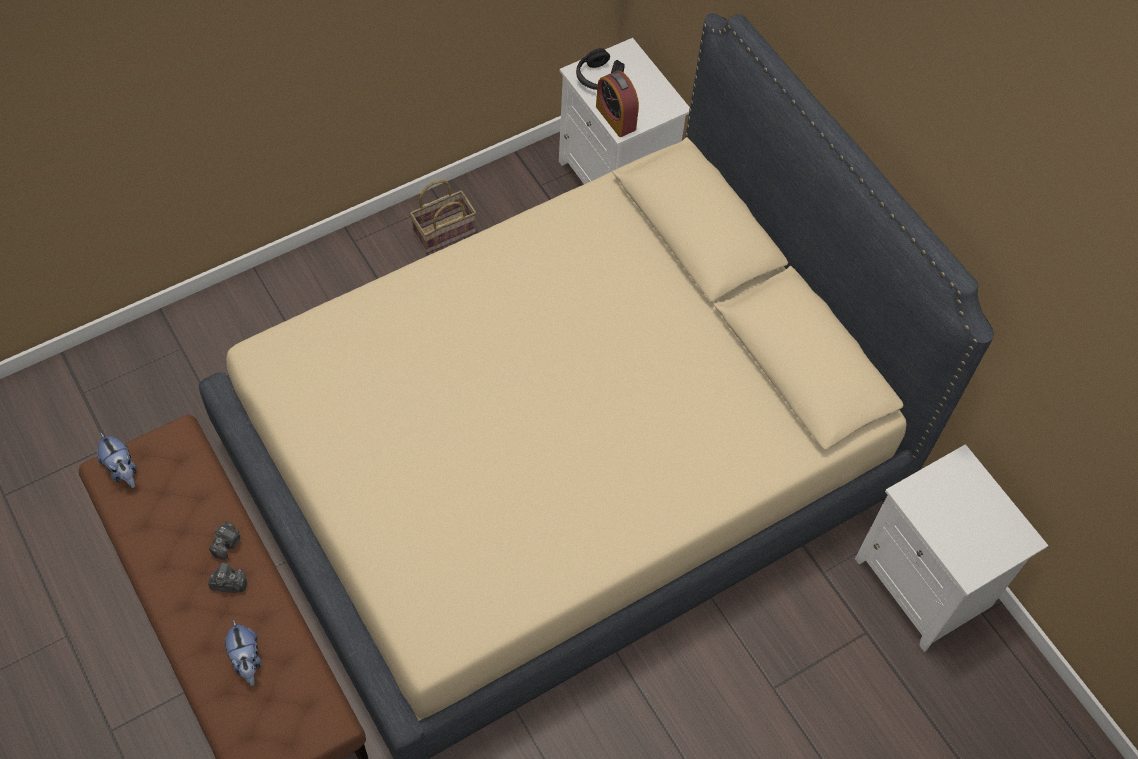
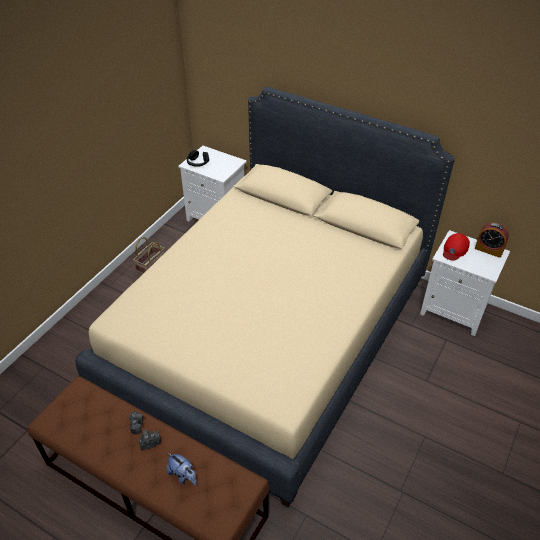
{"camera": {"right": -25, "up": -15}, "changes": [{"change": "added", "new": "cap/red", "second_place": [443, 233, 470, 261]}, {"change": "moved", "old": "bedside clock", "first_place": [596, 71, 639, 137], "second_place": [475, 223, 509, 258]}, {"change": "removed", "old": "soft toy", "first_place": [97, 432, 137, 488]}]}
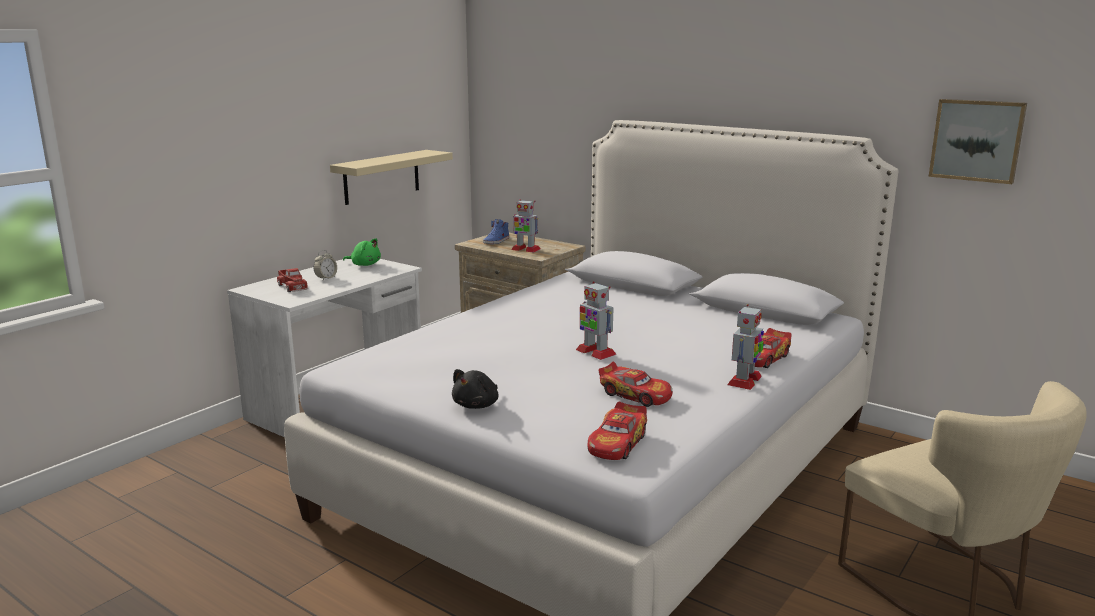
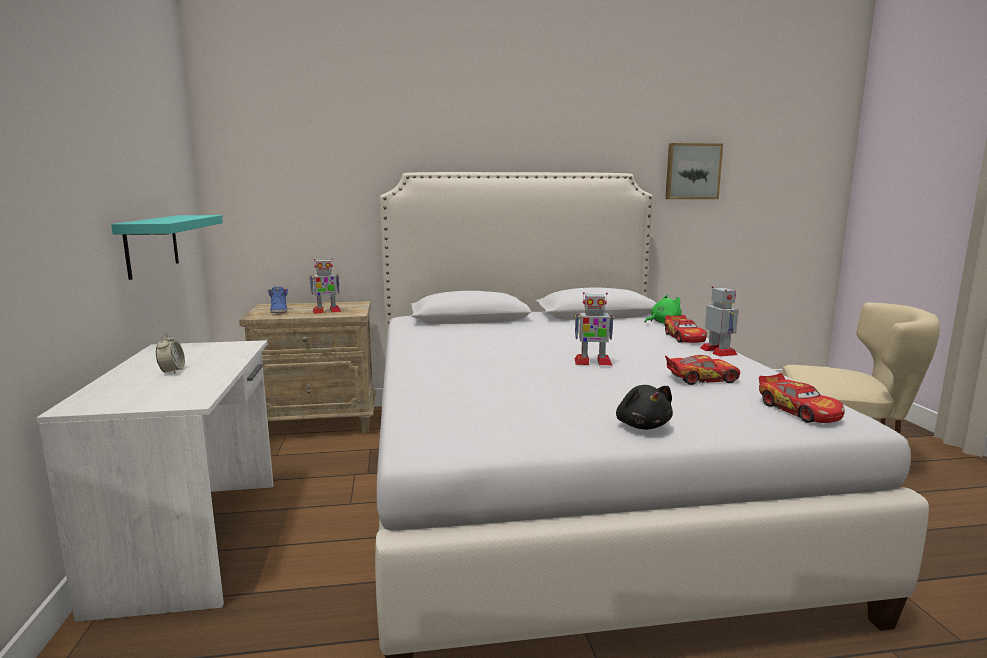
{"camera": {"right": -45, "up": -5}, "changes": [{"change": "recoloured", "old": "bracket shelf/beige", "new": "bracket shelf/blue-green", "first_place": [330, 150, 453, 205], "second_place": [111, 215, 223, 280]}, {"change": "moved", "old": "soft toy/green-coloured", "first_place": [343, 238, 381, 266], "second_place": [645, 295, 682, 323]}, {"change": "removed", "old": "model truck", "first_place": [277, 268, 308, 292]}]}
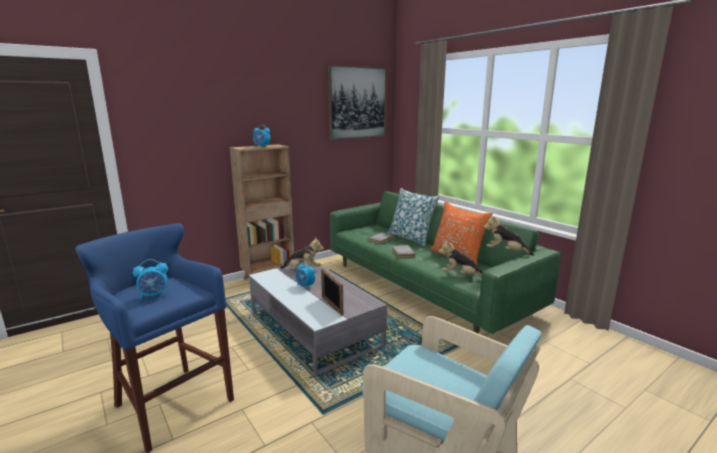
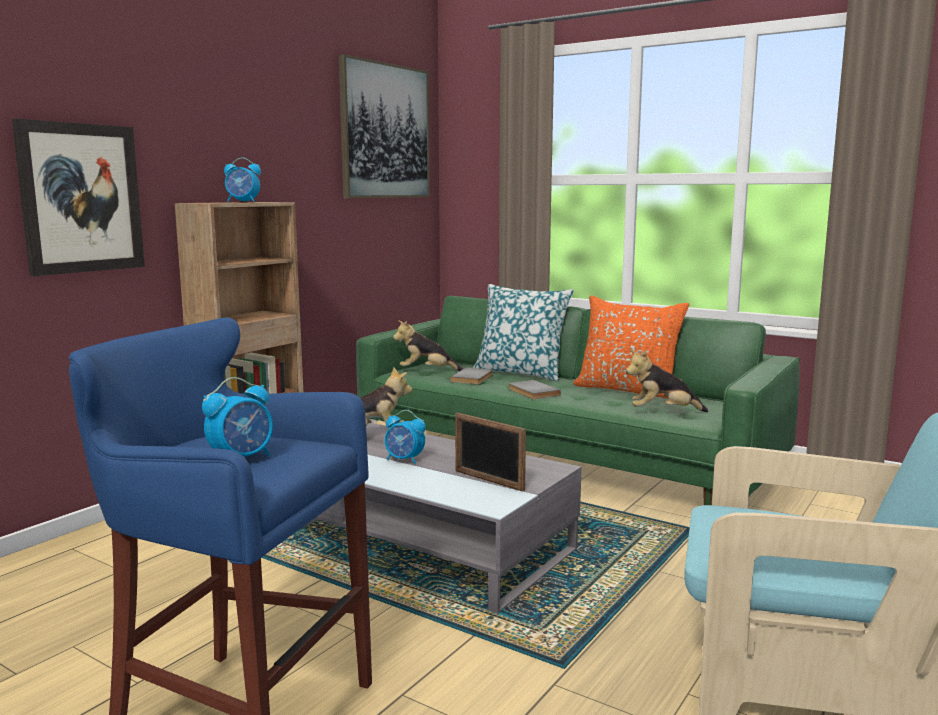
{"camera": {"right": -20, "up": -5}, "changes": [{"change": "added", "new": "wall picture", "second_place": [12, 118, 145, 276]}, {"change": "moved", "old": "soft toy", "first_place": [483, 215, 534, 256], "second_place": [393, 320, 463, 371]}]}
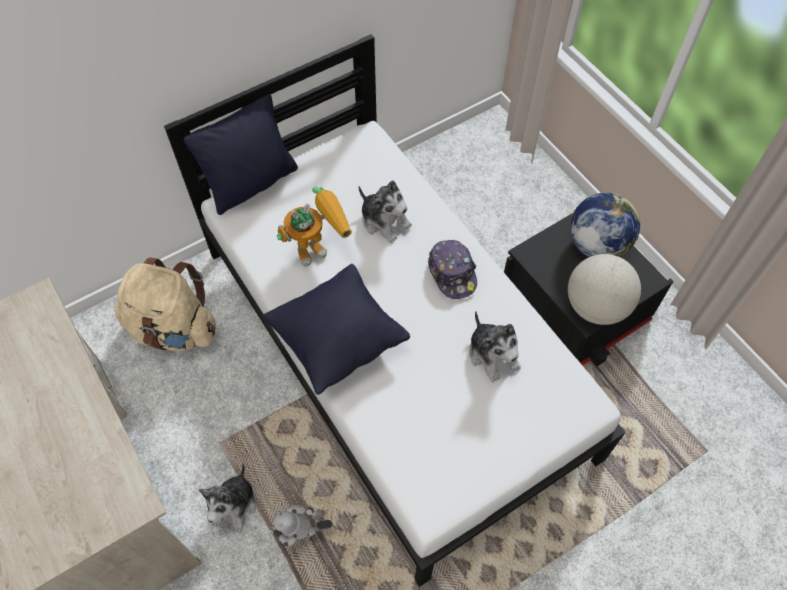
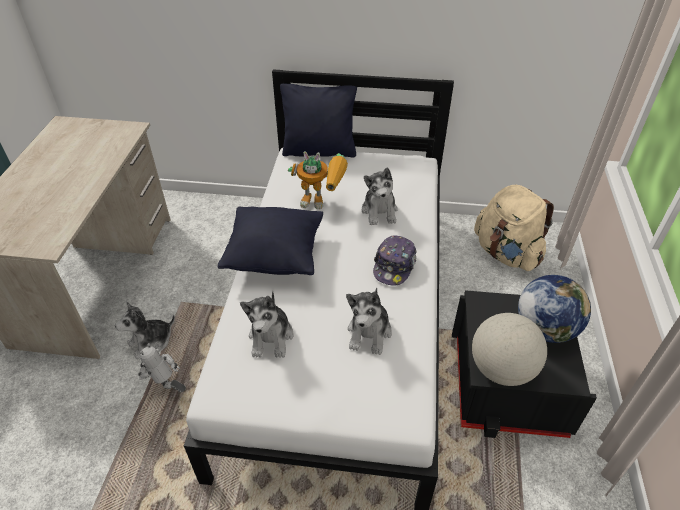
{"camera": {"right": 40, "up": -15}, "changes": [{"change": "added", "new": "soft toy", "second_place": [240, 291, 294, 358]}, {"change": "moved", "old": "knapsack/beige", "first_place": [114, 257, 216, 351], "second_place": [474, 185, 554, 271]}]}
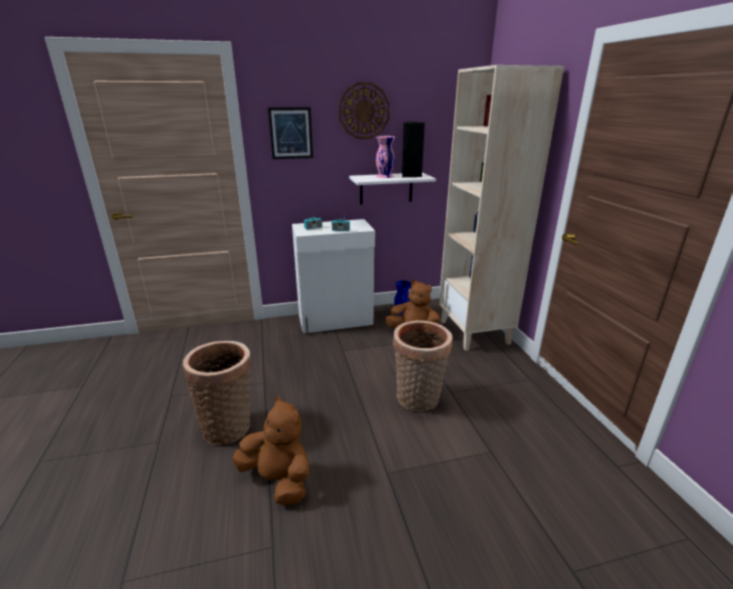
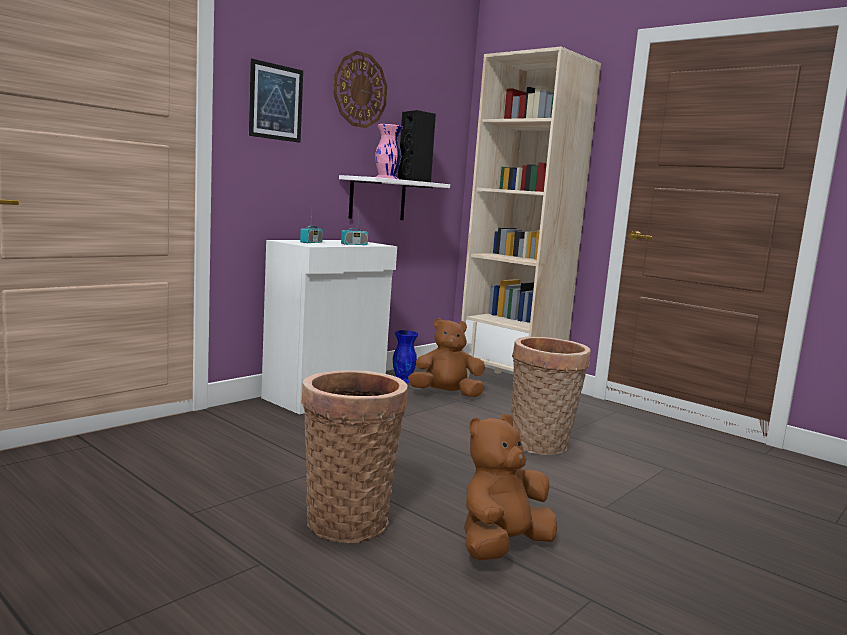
{"camera": {"right": -35, "up": -15}, "changes": [{"change": "turned", "old": "soft toy/brown-coloured", "first_place": [232, 397, 310, 506], "second_place": [464, 414, 557, 560], "degrees": -45}]}
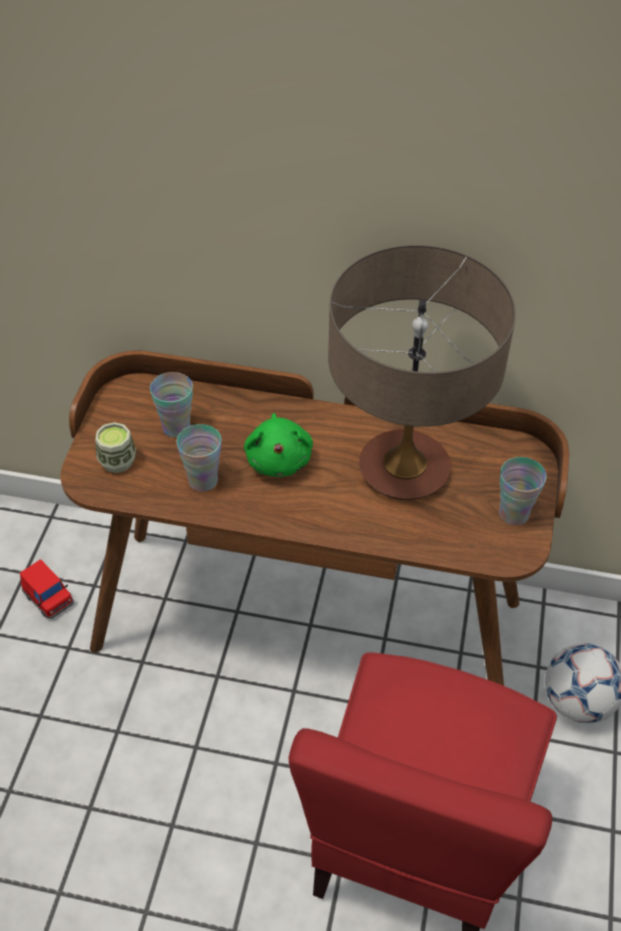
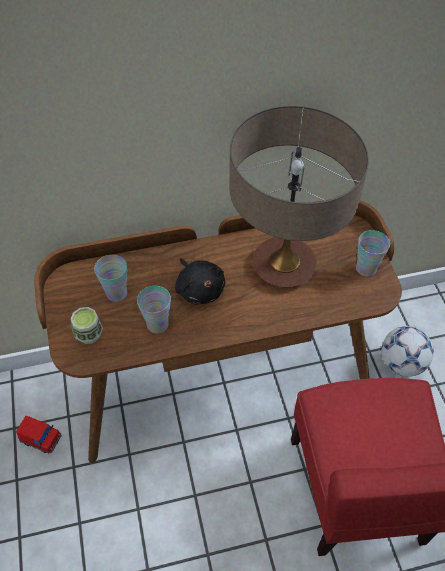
{"camera": {"right": -25, "up": 5}, "changes": [{"change": "recoloured", "old": "soft toy/green-coloured", "new": "soft toy/black-coloured", "first_place": [244, 413, 313, 477], "second_place": [175, 258, 225, 305]}]}
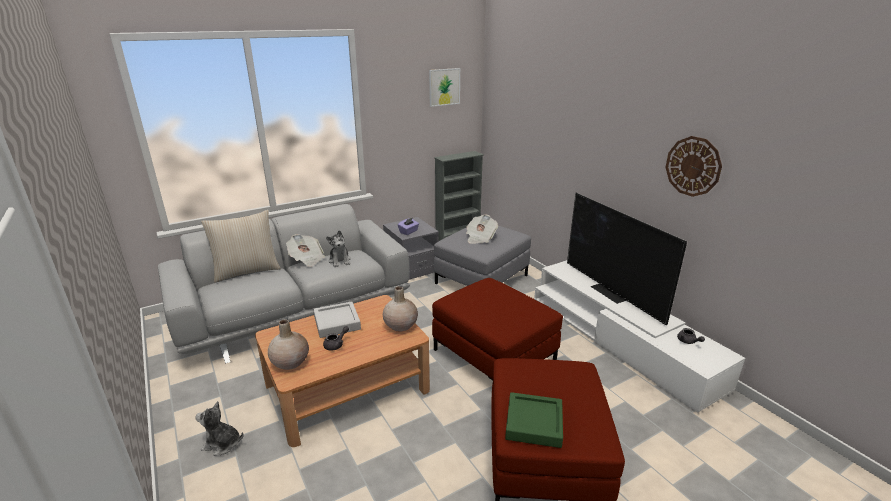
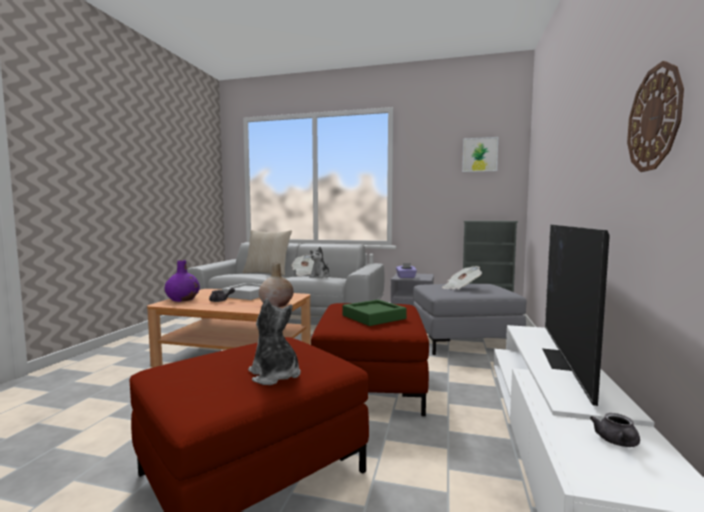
{"camera": {"right": 45, "up": -20}, "changes": [{"change": "recoloured", "old": "flower vase/beige", "new": "flower vase/purple-coloured", "first_place": [268, 319, 309, 370], "second_place": [165, 260, 200, 302]}, {"change": "moved", "old": "soft toy", "first_place": [195, 401, 243, 456], "second_place": [248, 298, 301, 385]}, {"change": "moved", "old": "serving tray/green-coloured", "first_place": [505, 392, 563, 448], "second_place": [343, 300, 407, 326]}]}
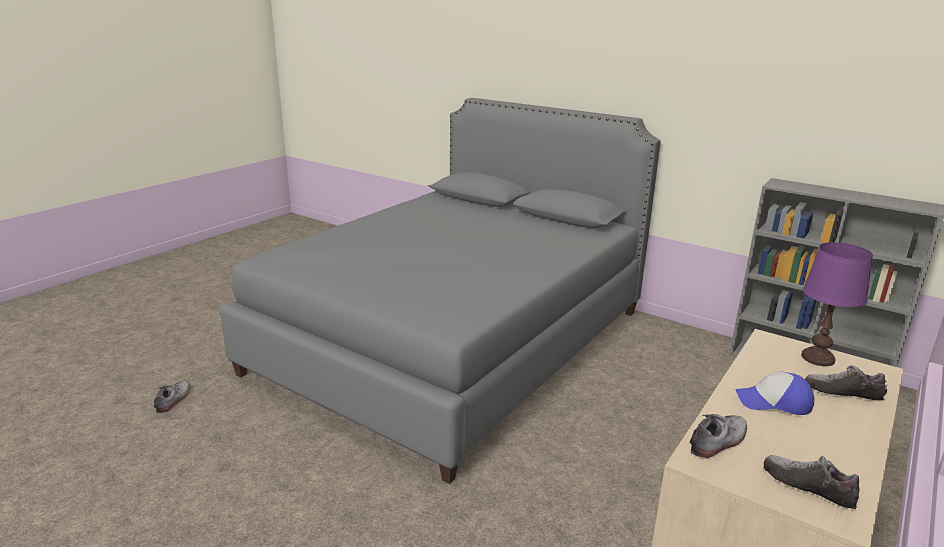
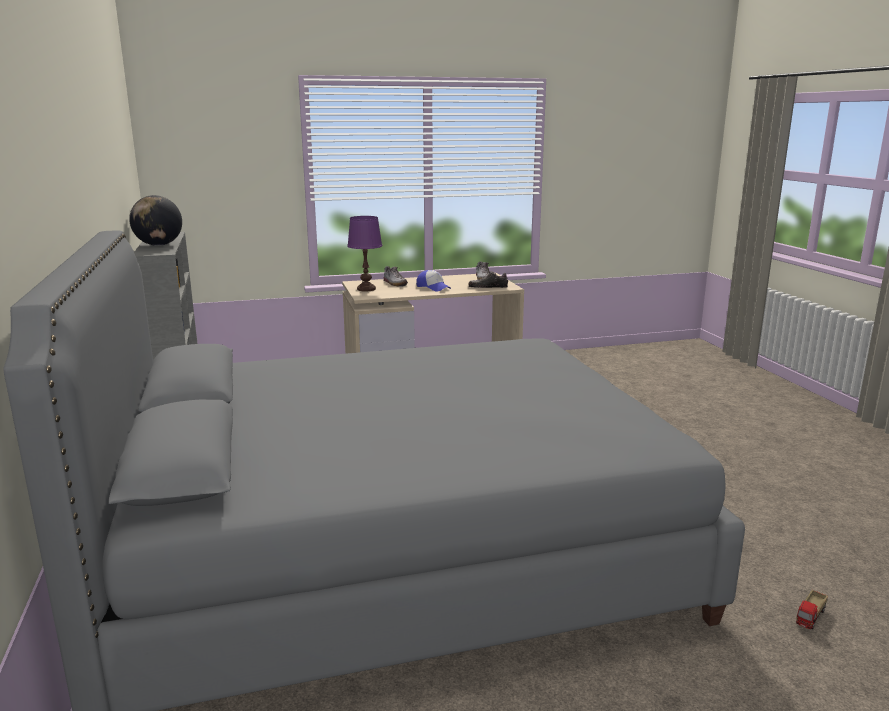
{"camera": {"right": -140, "up": -5}, "changes": [{"change": "added", "new": "desk globe", "second_place": [129, 195, 182, 246]}, {"change": "replaced", "old": "item of footwear", "new": "model truck", "first_place": [154, 380, 190, 413], "second_place": [796, 590, 828, 629]}]}
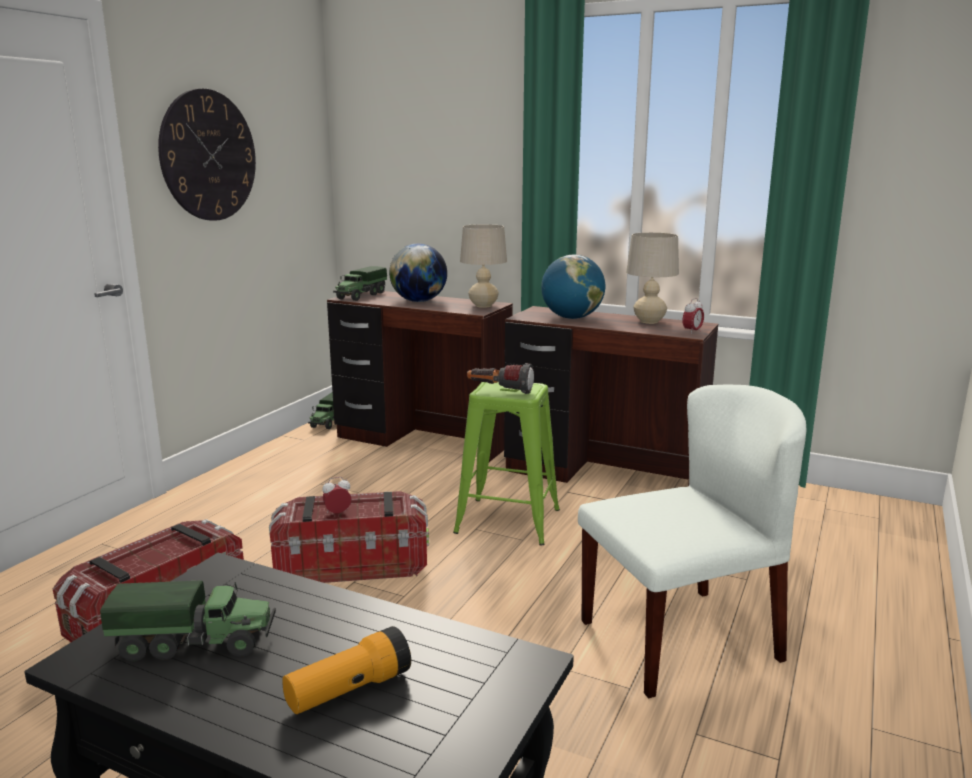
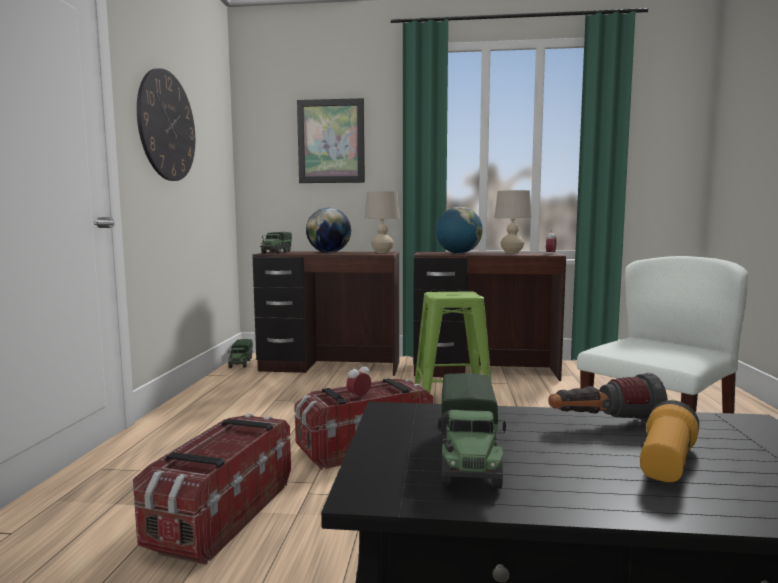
{"camera": {"right": -20, "up": -10}, "changes": [{"change": "added", "new": "wall picture", "second_place": [297, 98, 365, 183]}, {"change": "turned", "old": "model truck", "first_place": [100, 580, 276, 661], "second_place": [437, 373, 506, 488], "degrees": 120}, {"change": "moved", "old": "torch", "first_place": [467, 363, 534, 394], "second_place": [549, 373, 668, 423]}]}
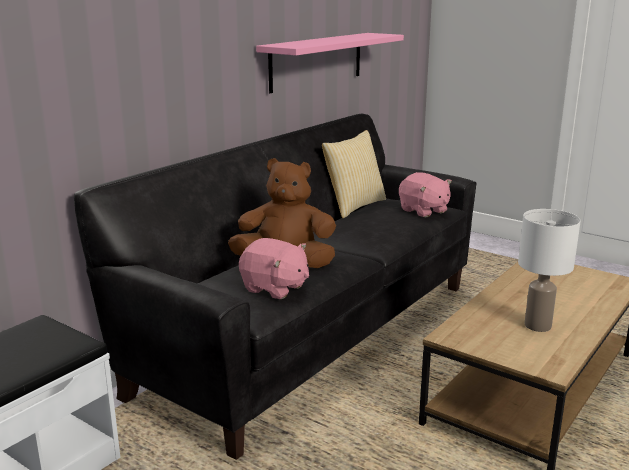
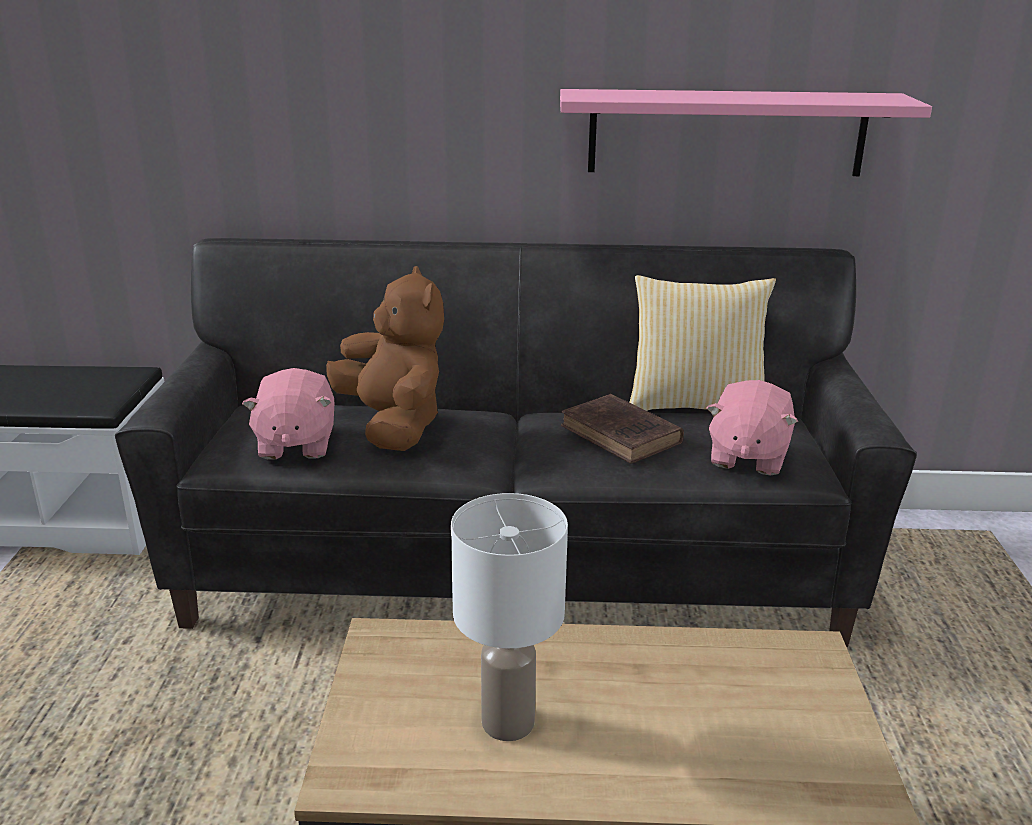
{"camera": {"right": 55, "up": 5}, "changes": [{"change": "added", "new": "book/brown-coloured", "second_place": [561, 394, 684, 464]}]}
